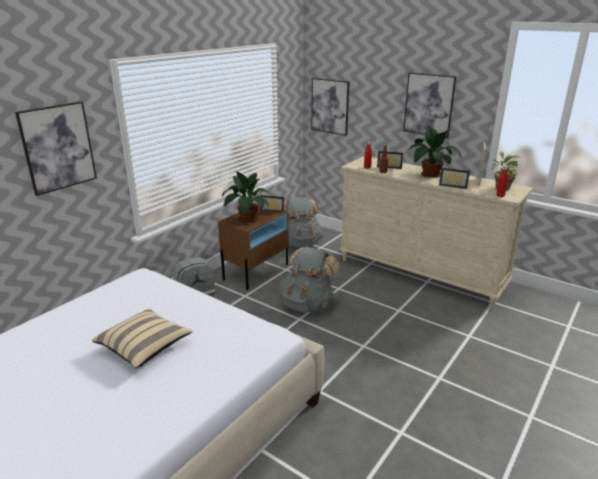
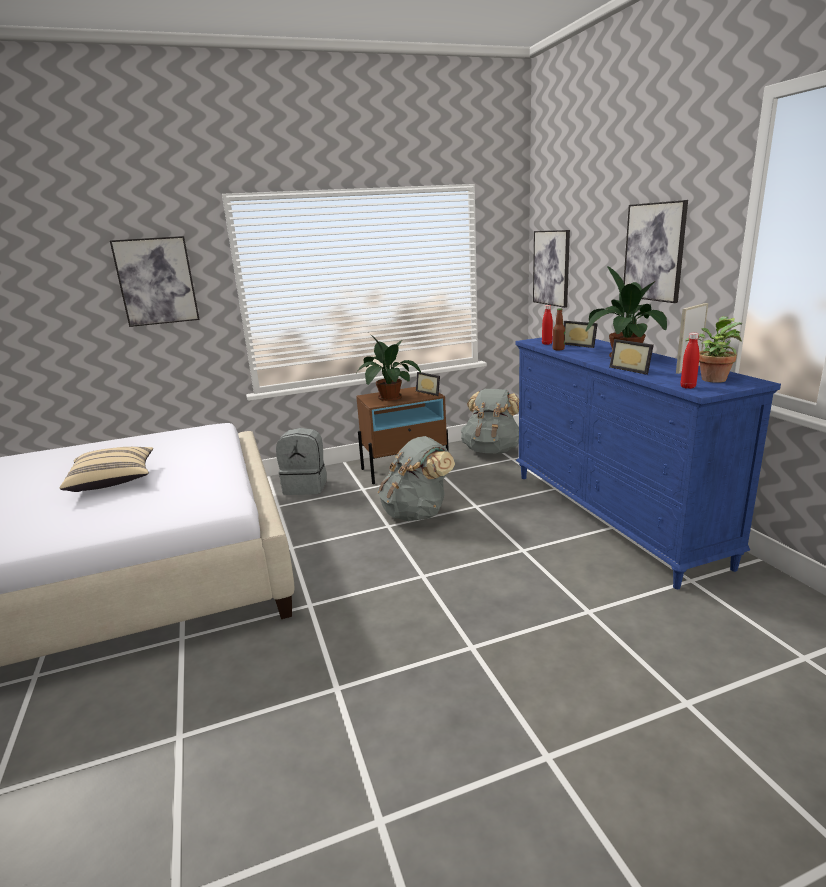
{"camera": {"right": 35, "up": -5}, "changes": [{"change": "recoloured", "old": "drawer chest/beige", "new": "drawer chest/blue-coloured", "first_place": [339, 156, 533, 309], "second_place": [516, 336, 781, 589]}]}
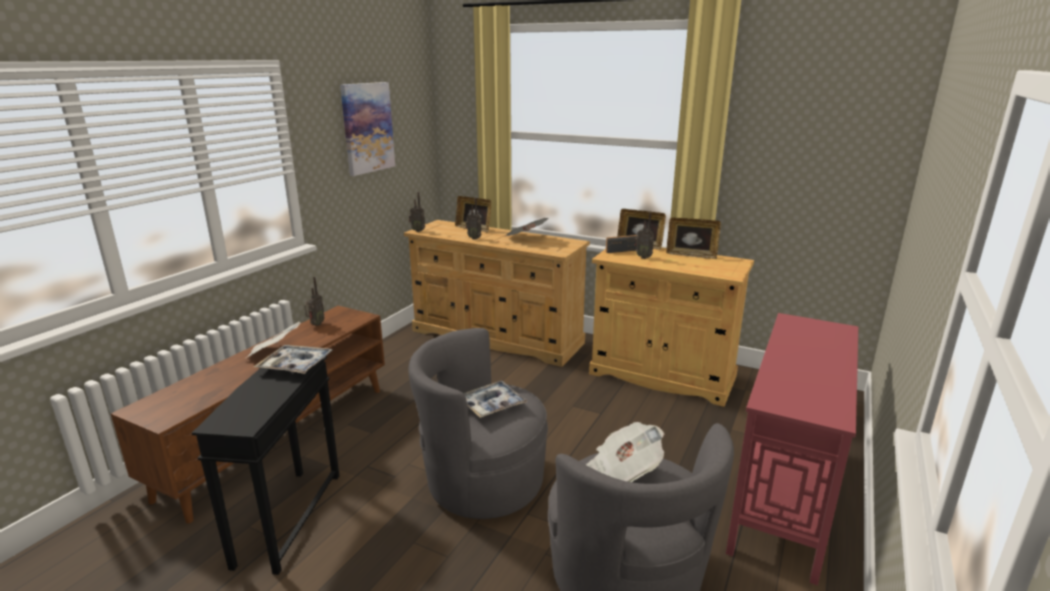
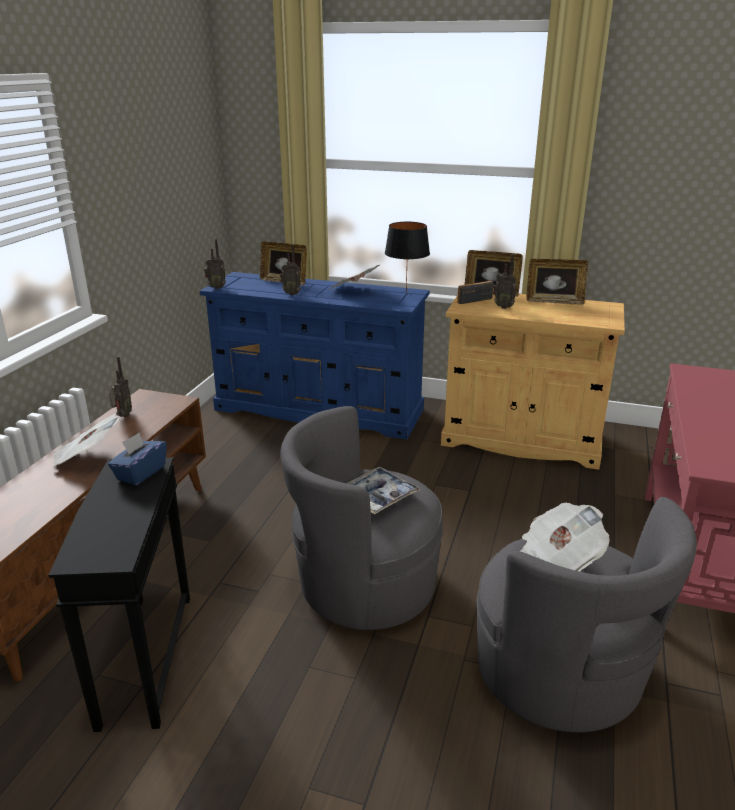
{"camera": {"right": -10, "up": 5}, "changes": [{"change": "replaced", "old": "serving tray", "new": "tissue holder/blue-coloured", "first_place": [254, 345, 333, 374], "second_place": [108, 433, 167, 486]}, {"change": "recoloured", "old": "drawer chest/beige", "new": "drawer chest/blue-coloured", "first_place": [404, 220, 590, 367], "second_place": [200, 272, 429, 440]}, {"change": "added", "new": "table lamp/black-coloured", "second_place": [385, 222, 430, 293]}, {"change": "removed", "old": "wall picture", "first_place": [340, 82, 395, 176]}]}
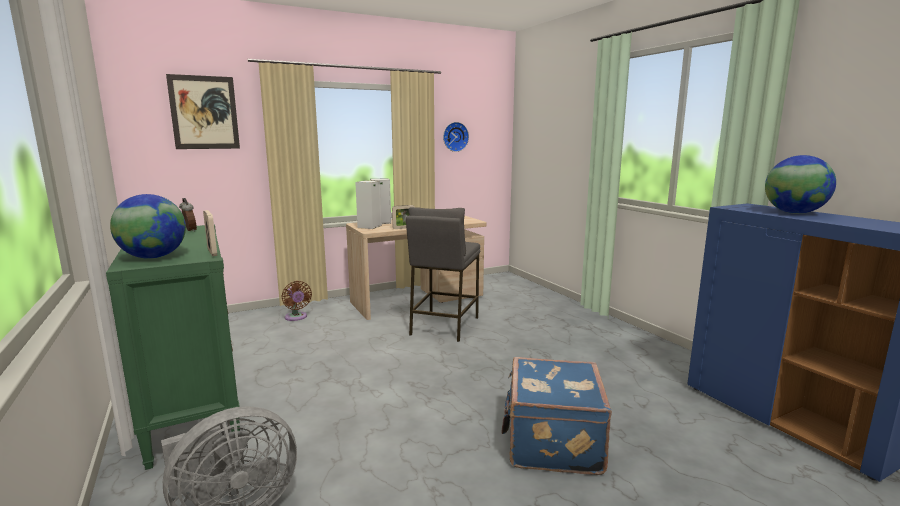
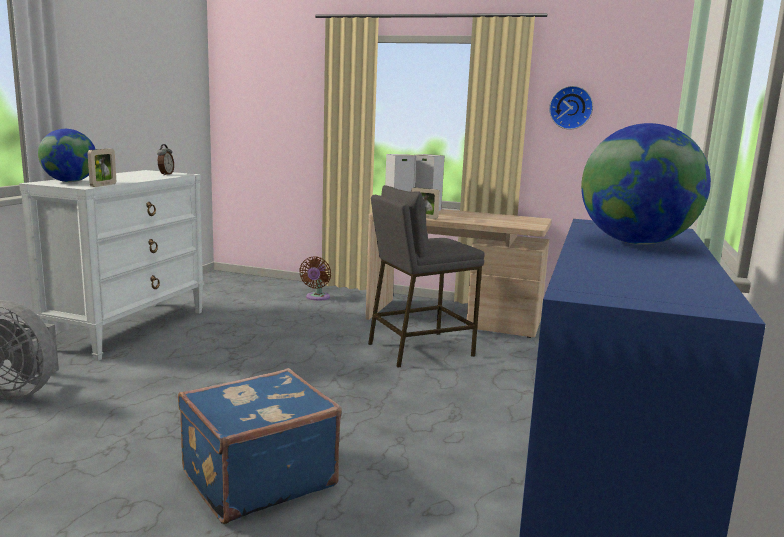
{"camera": {"right": 45, "up": 0}, "changes": [{"change": "recoloured", "old": "drawer chest/green-coloured", "new": "drawer chest/white-coloured", "first_place": [106, 224, 240, 470], "second_place": [19, 170, 204, 361]}, {"change": "removed", "old": "wall picture", "first_place": [166, 74, 240, 149]}]}
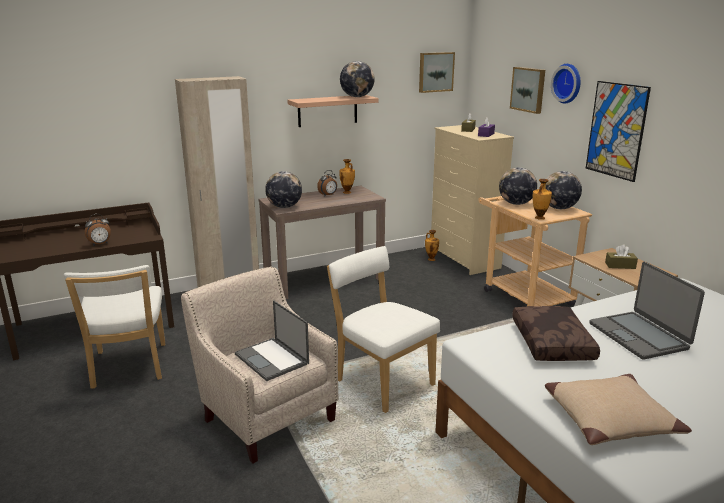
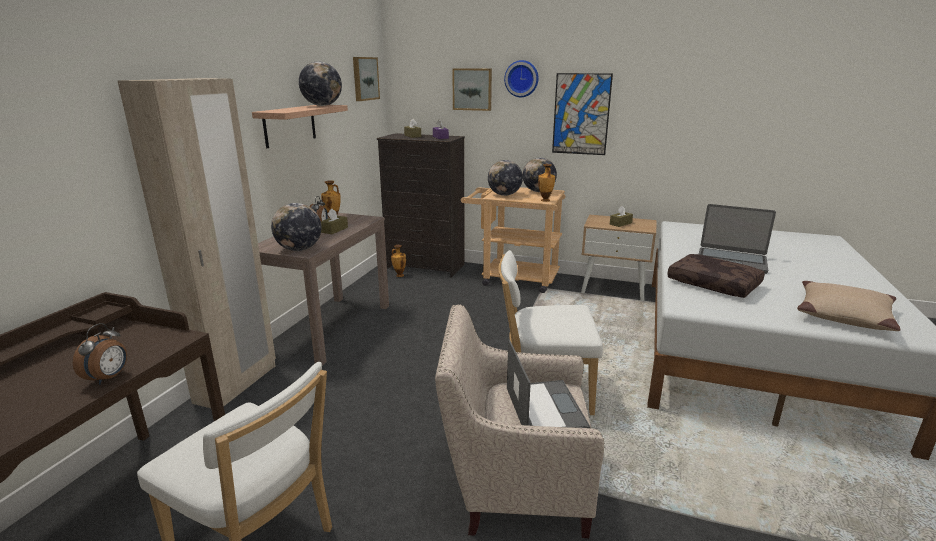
{"camera": {"right": -45, "up": 0}, "changes": [{"change": "added", "new": "tissue holder/brown-coloured", "second_place": [321, 209, 348, 234]}, {"change": "recoloured", "old": "drawer chest/beige", "new": "drawer chest/black-coloured", "first_place": [431, 125, 514, 275], "second_place": [377, 133, 465, 277]}, {"change": "turned", "old": "portable computer", "first_place": [235, 300, 309, 381], "second_place": [507, 339, 591, 428], "degrees": -105}]}
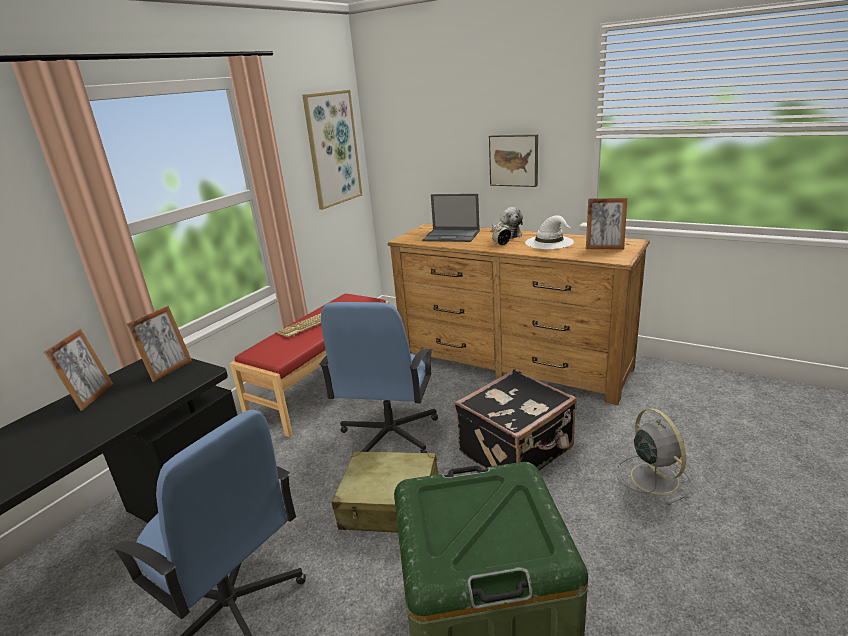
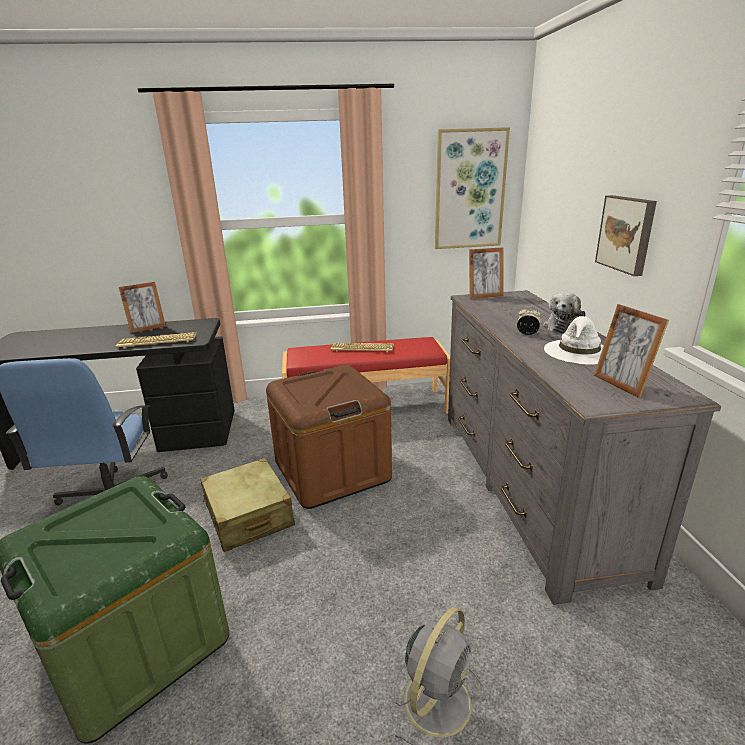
{"camera": {"right": 50, "up": 0}, "changes": [{"change": "added", "new": "keyboard", "second_place": [116, 332, 197, 349]}, {"change": "replaced", "old": "computer chair/blue-coloured", "new": "storage box/brown-coloured", "first_place": [319, 302, 438, 453], "second_place": [266, 365, 392, 509]}, {"change": "recoloured", "old": "drawer chest/brown-coloured", "new": "drawer chest/grey", "first_place": [388, 223, 650, 405], "second_place": [448, 290, 721, 605]}, {"change": "moved", "old": "standing frame", "first_place": [126, 306, 192, 382], "second_place": [469, 247, 504, 299]}, {"change": "removed", "old": "portable computer", "first_place": [422, 194, 480, 242]}, {"change": "removed", "old": "travel case/black-coloured", "first_place": [455, 369, 577, 470]}]}
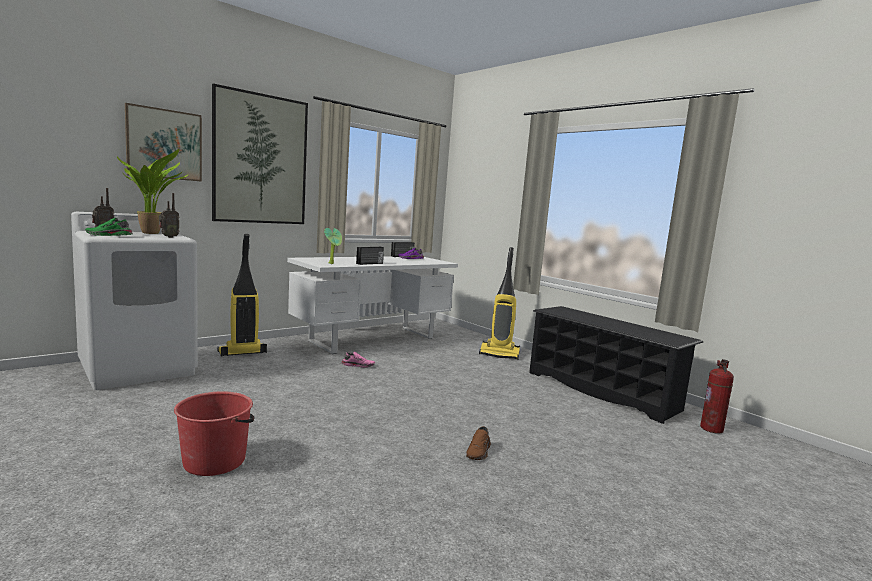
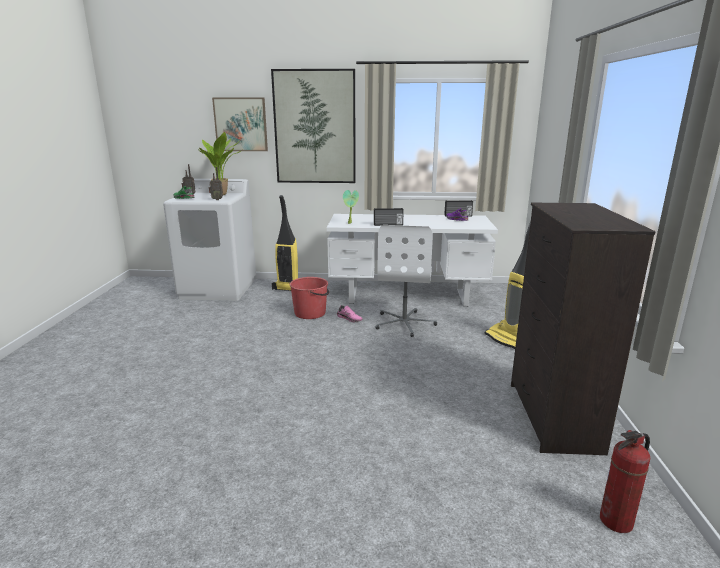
{"camera": {"right": 45, "up": 10}, "changes": [{"change": "moved", "old": "bucket/red", "first_place": [174, 391, 255, 476], "second_place": [290, 277, 329, 319]}, {"change": "added", "new": "computer chair/white-coloured", "second_place": [375, 225, 437, 337]}, {"change": "replaced", "old": "shoe rack/black-coloured", "new": "drawer chest/black-coloured", "first_place": [529, 306, 703, 424], "second_place": [511, 203, 656, 455]}, {"change": "removed", "old": "item of footwear/brown-coloured", "first_place": [466, 426, 491, 460]}]}
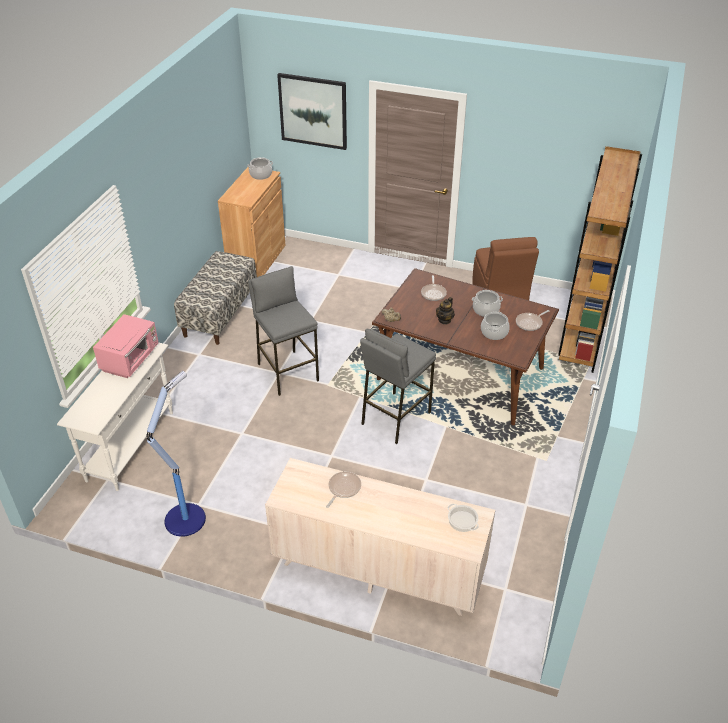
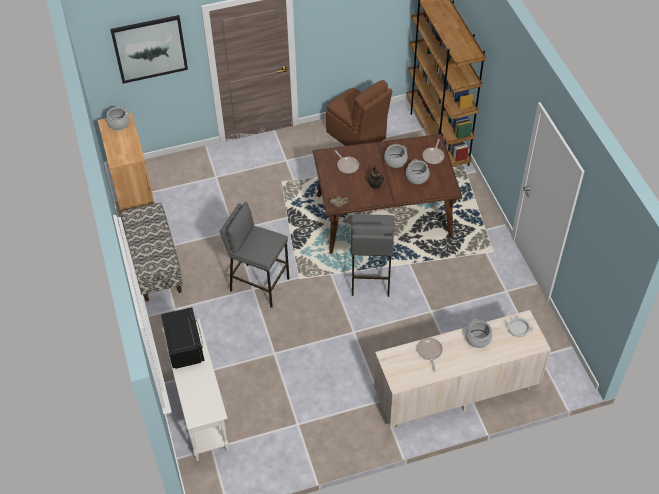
{"camera": {"right": -35, "up": 10}, "changes": [{"change": "recoloured", "old": "microwave/pink-coloured", "new": "microwave/black-coloured", "first_place": [93, 314, 159, 378], "second_place": [161, 307, 205, 369]}, {"change": "added", "new": "cooking pot", "second_place": [465, 319, 492, 348]}, {"change": "removed", "old": "floor lamp", "first_place": [147, 371, 206, 537]}]}
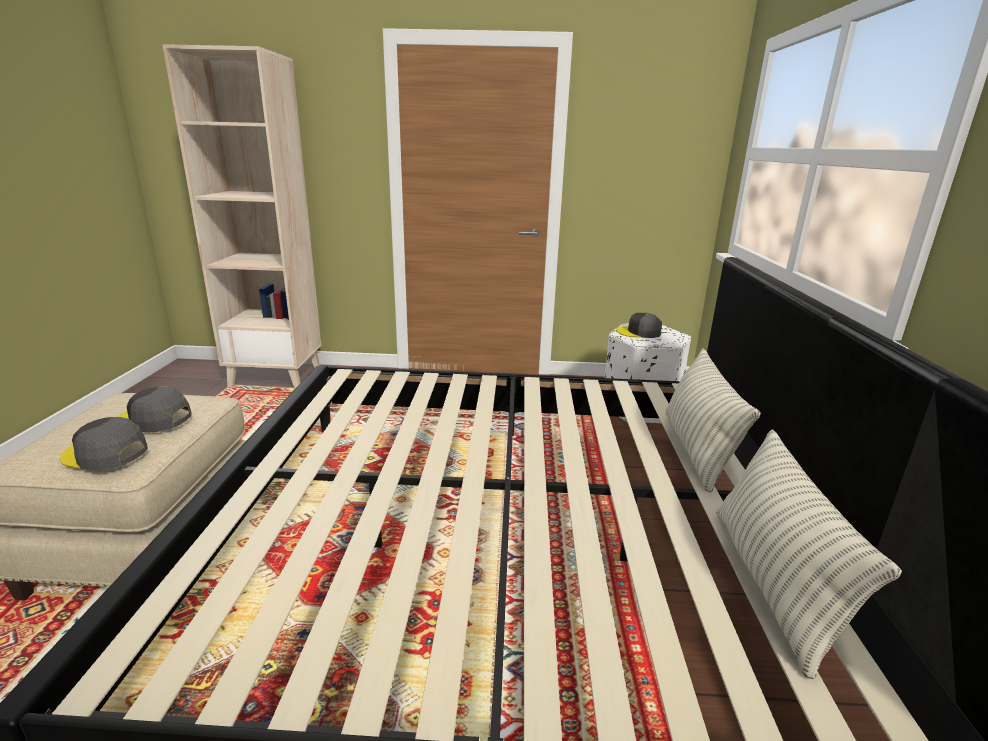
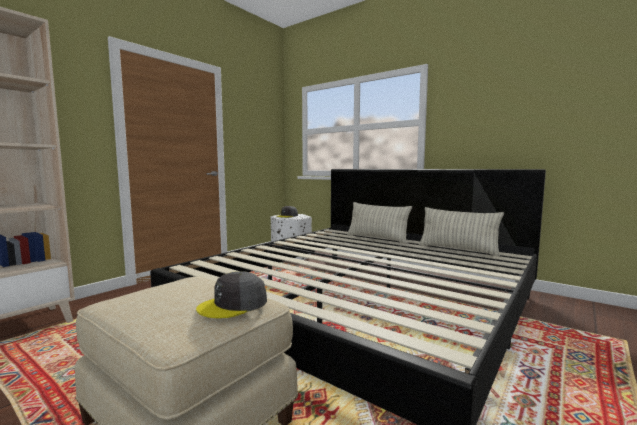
{"camera": {"right": -55, "up": -15}, "changes": [{"change": "removed", "old": "cap/grey", "first_place": [117, 387, 192, 433]}]}
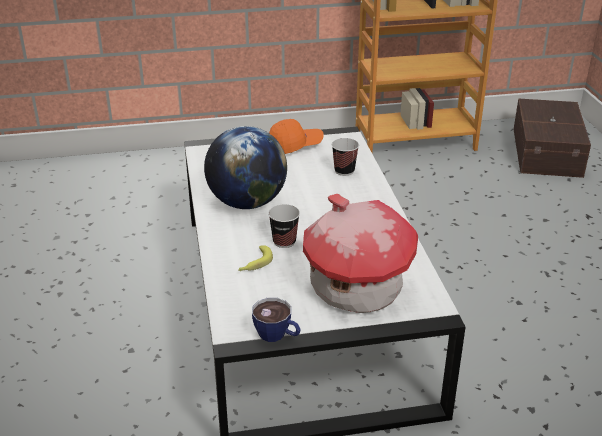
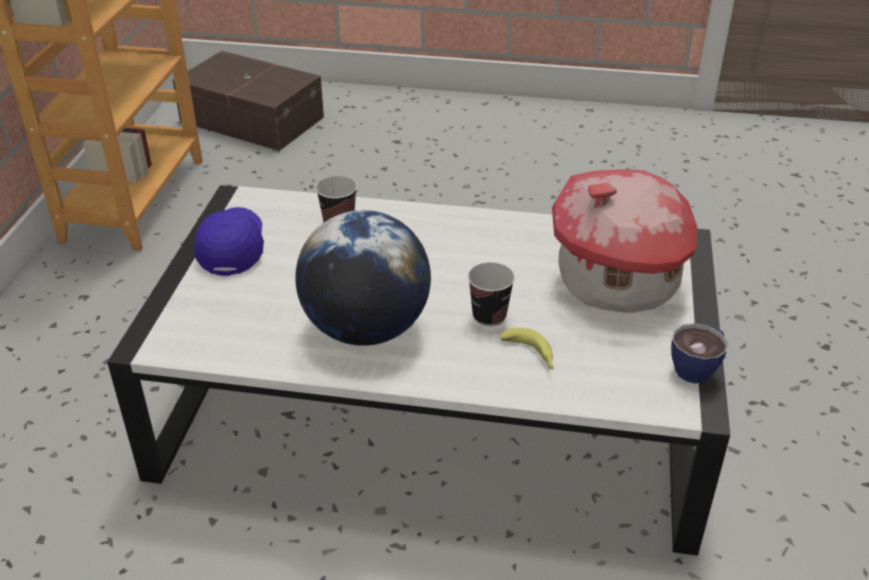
{"camera": {"right": -70, "up": 5}, "changes": [{"change": "recoloured", "old": "cap/orangey", "new": "cap/blue-coloured", "first_place": [269, 119, 324, 154], "second_place": [194, 207, 264, 276]}]}
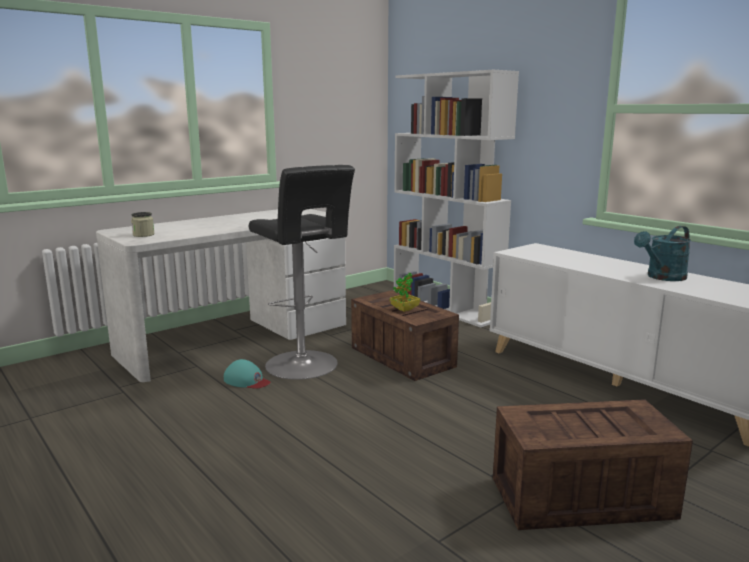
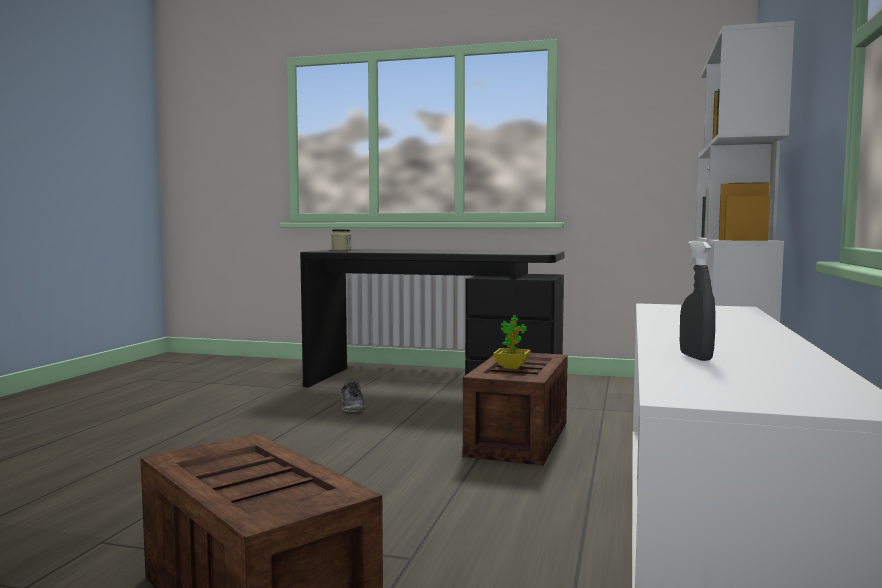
{"camera": {"right": 55, "up": -10}, "changes": [{"change": "recoloured", "old": "desk table/white-coloured", "new": "desk table/black-coloured", "first_place": [96, 209, 346, 382], "second_place": [300, 249, 565, 388]}, {"change": "replaced", "old": "cap/blue-green", "new": "item of footwear", "first_place": [224, 359, 271, 389], "second_place": [341, 381, 365, 412]}, {"change": "added", "new": "sprayer/grey", "second_place": [680, 241, 716, 361]}, {"change": "removed", "old": "sitting stool/black-coloured", "first_place": [248, 165, 355, 380]}, {"change": "removed", "old": "watering can/blue-green", "first_place": [634, 226, 691, 281]}]}
